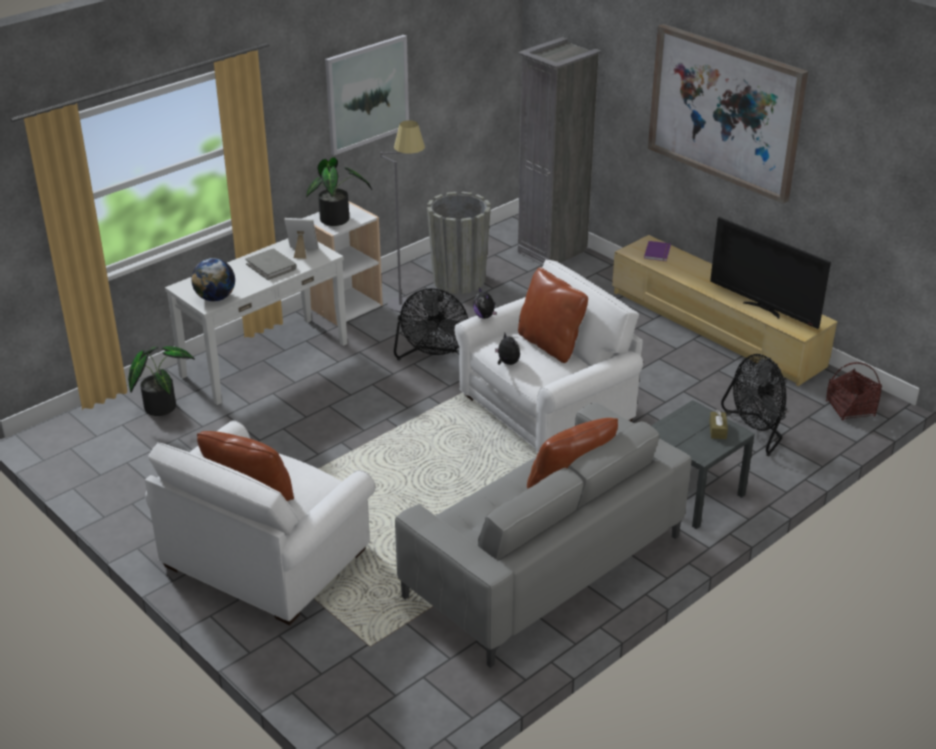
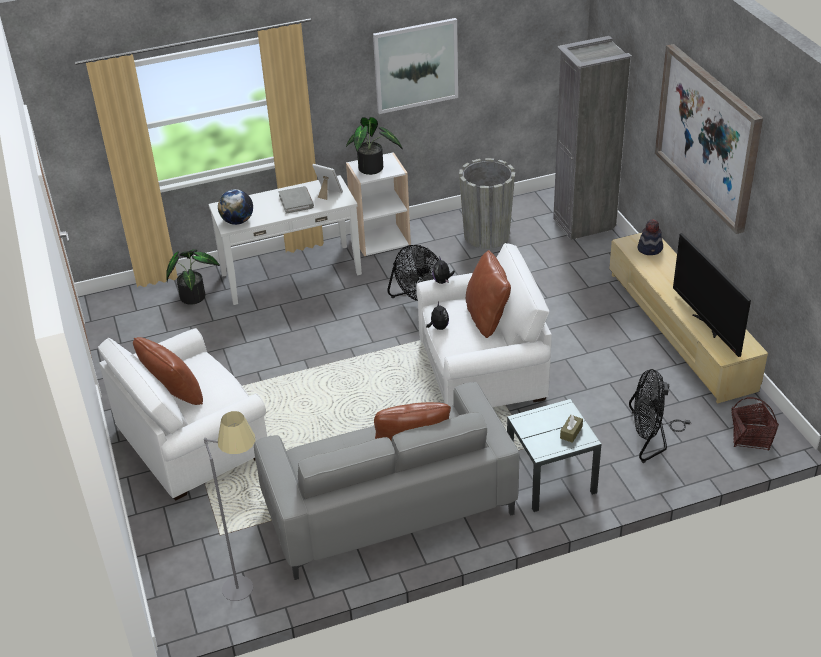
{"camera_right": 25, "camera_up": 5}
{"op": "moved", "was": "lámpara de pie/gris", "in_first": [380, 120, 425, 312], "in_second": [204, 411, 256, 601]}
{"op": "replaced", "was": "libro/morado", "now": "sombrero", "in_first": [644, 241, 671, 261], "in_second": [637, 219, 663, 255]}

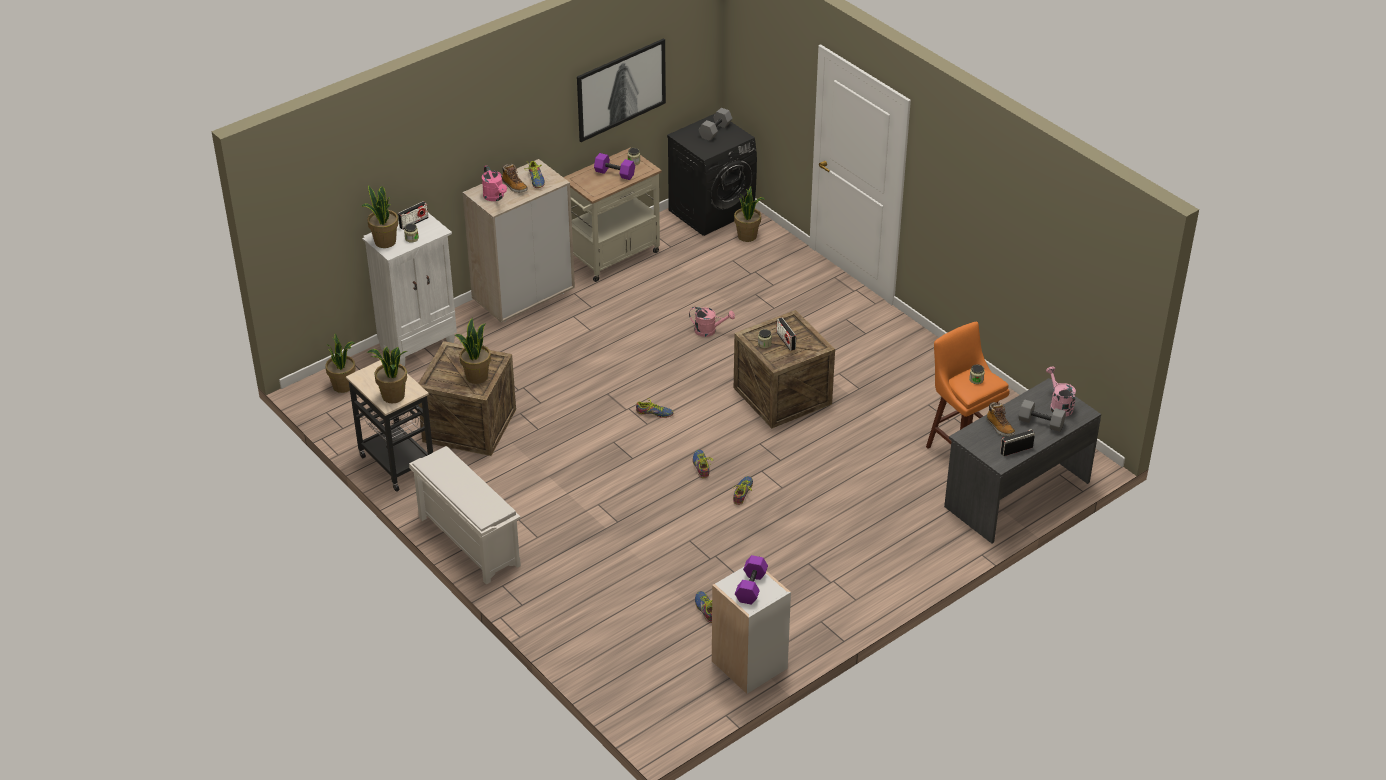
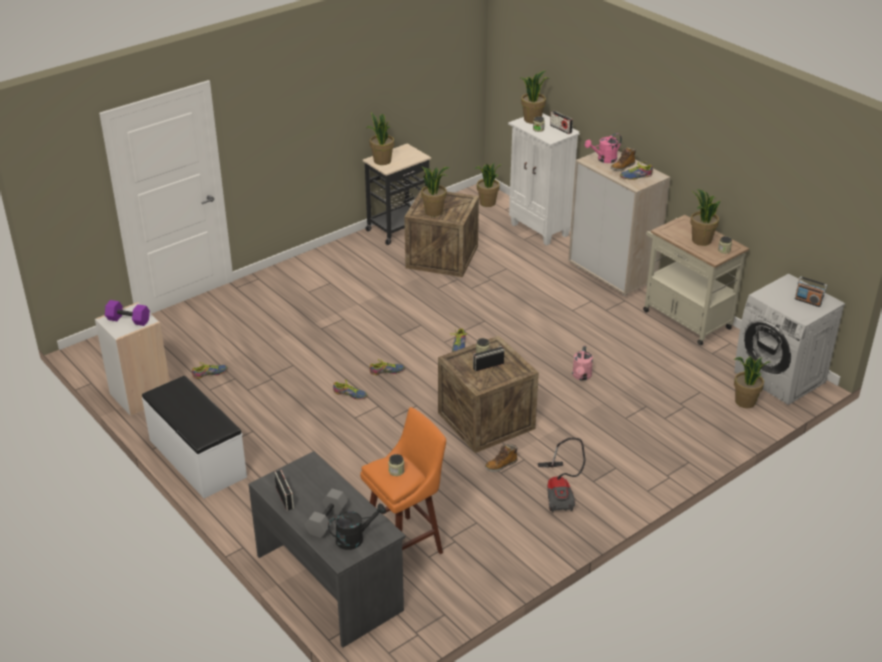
{"camera_right": 90, "camera_up": -5}
{"op": "removed", "was": "zapatero/blanco", "in_first": [409, 446, 521, 585]}
{"op": "removed", "was": "cuadro", "in_first": [577, 38, 666, 142]}
{"op": "added", "now": "banco/blanco", "in_second": [142, 376, 247, 498]}
{"op": "added", "now": "aspiradora", "in_second": [538, 438, 585, 513]}
{"op": "moved", "was": "bota", "in_first": [986, 402, 1015, 436], "in_second": [485, 444, 518, 472]}
{"op": "replaced", "was": "mancuerna/morado", "now": "planta en maceta", "in_first": [594, 153, 635, 180], "in_second": [690, 189, 720, 246]}
{"op": "replaced", "was": "mancuerna/gris", "now": "radio", "in_first": [698, 108, 733, 141], "in_second": [795, 276, 827, 307]}
{"op": "recoloured", "was": "lavadora/negro", "now": "lavadora/blanco", "in_first": [667, 114, 757, 236], "in_second": [734, 273, 845, 405]}
{"op": "recoloured", "was": "regadera/rosa", "now": "regadera/negro", "in_first": [1046, 367, 1076, 417], "in_second": [328, 504, 386, 550]}

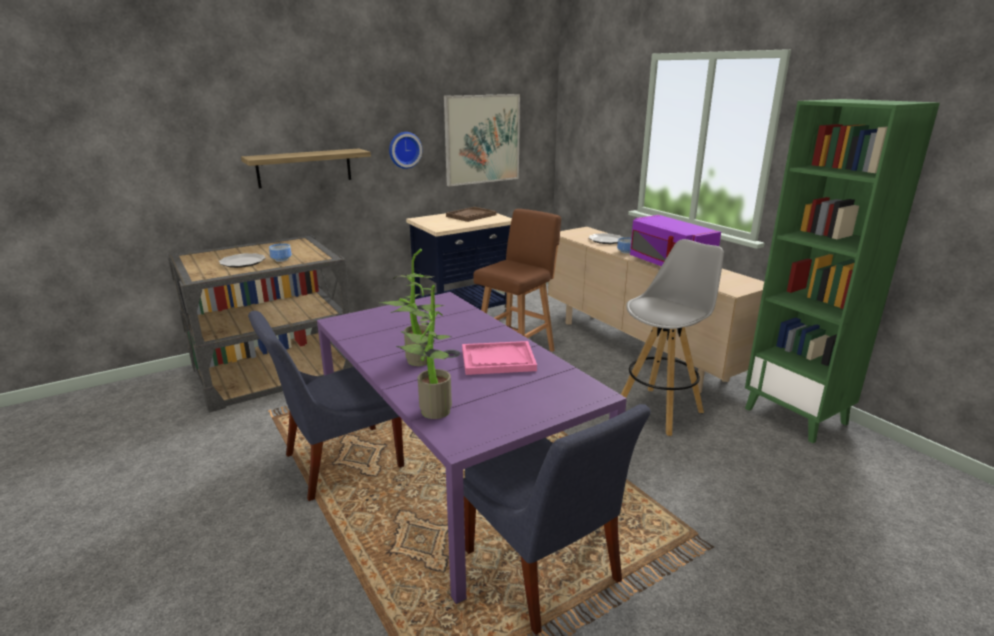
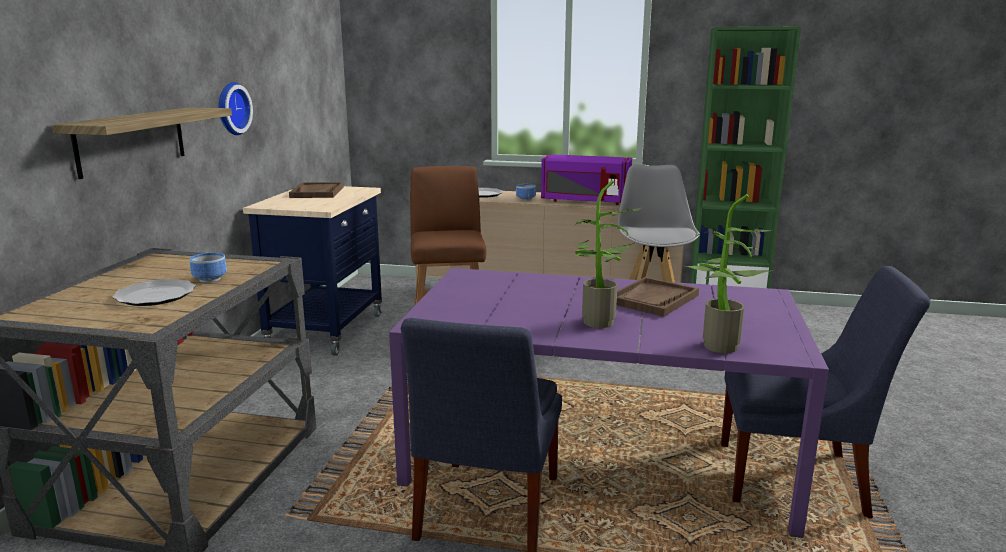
{"camera_right": -45, "camera_up": -5}
{"op": "removed", "was": "cuadro", "in_first": [444, 94, 520, 186]}
{"op": "recoloured", "was": "bandeja/rosa", "now": "bandeja/marrón", "in_first": [462, 341, 537, 375], "in_second": [617, 277, 699, 317]}

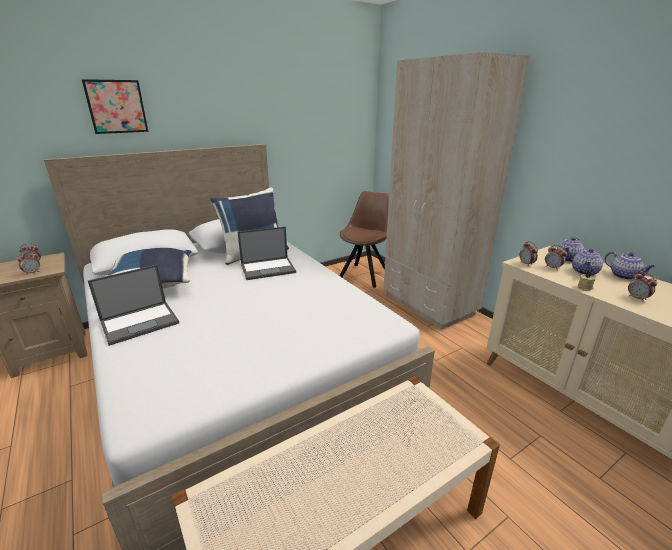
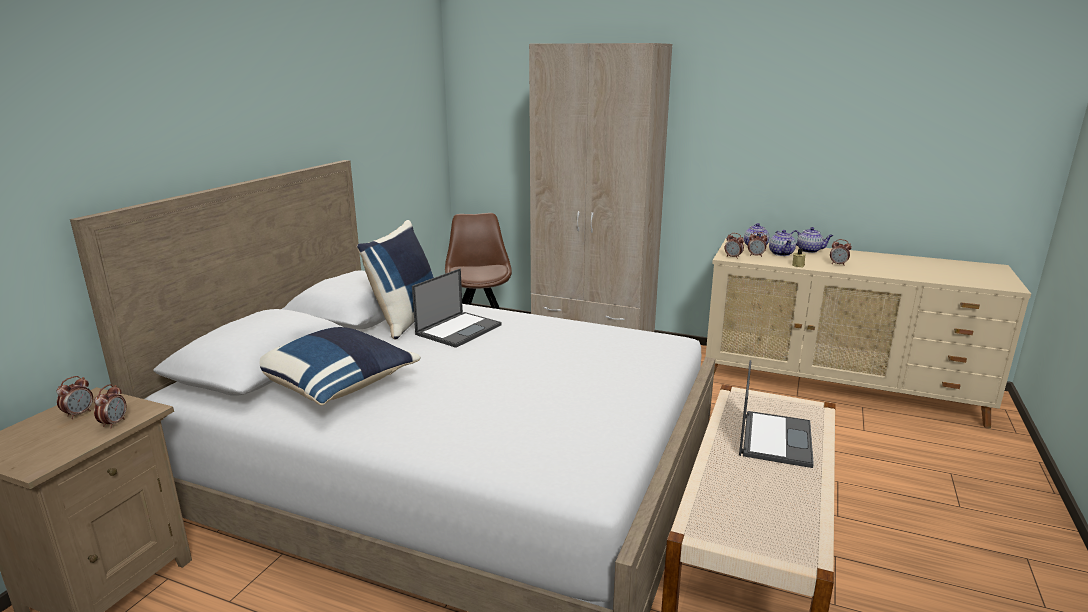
{"camera_right": -35, "camera_up": -5}
{"op": "removed", "was": "cuadro", "in_first": [82, 79, 148, 134]}
{"op": "moved", "was": "portátil", "in_first": [88, 265, 179, 346], "in_second": [739, 360, 814, 468]}

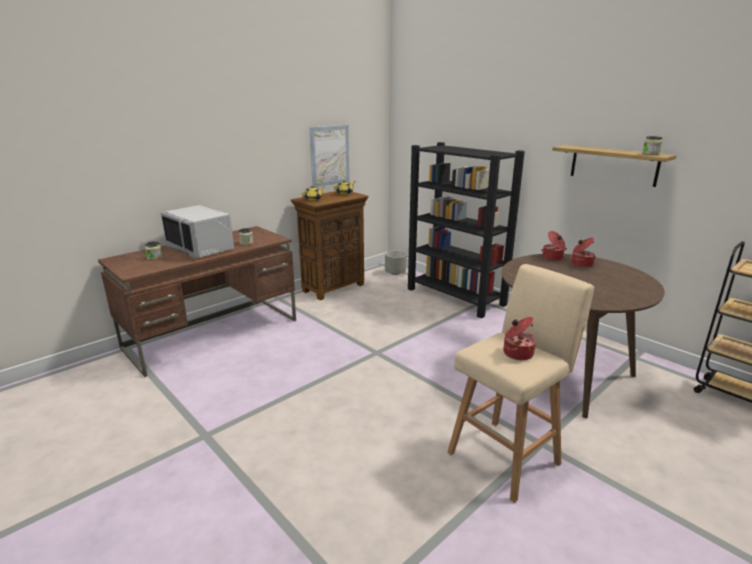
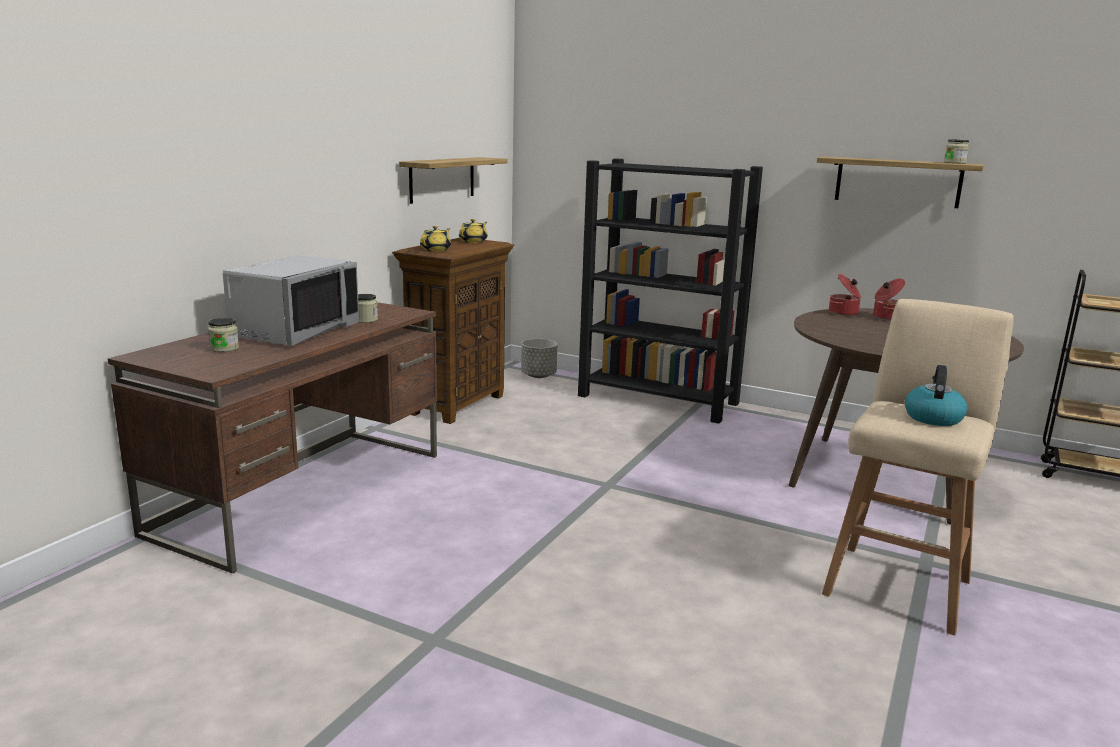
{"camera_right": -20, "camera_up": -5}
{"op": "replaced", "was": "cuadro", "now": "estante", "in_first": [309, 125, 350, 187], "in_second": [399, 157, 508, 204]}
{"op": "replaced", "was": "olla", "now": "hervidor", "in_first": [503, 317, 536, 360], "in_second": [905, 365, 967, 426]}
{"op": "turned", "was": "microondas/gris", "in_first": [161, 205, 234, 259], "in_second": [223, 255, 359, 346], "clockwise": -90}

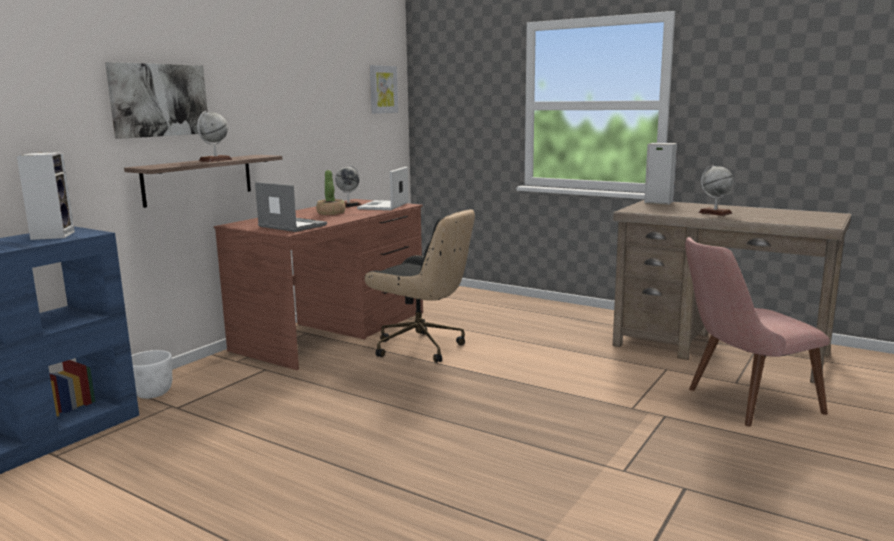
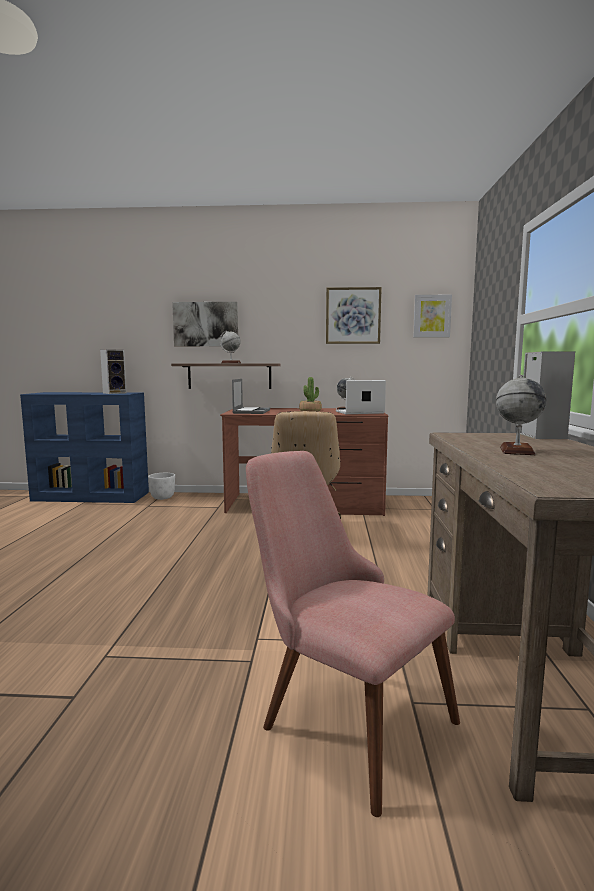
{"camera_right": 60, "camera_up": -5}
{"op": "added", "now": "cuadro", "in_second": [326, 287, 382, 344]}

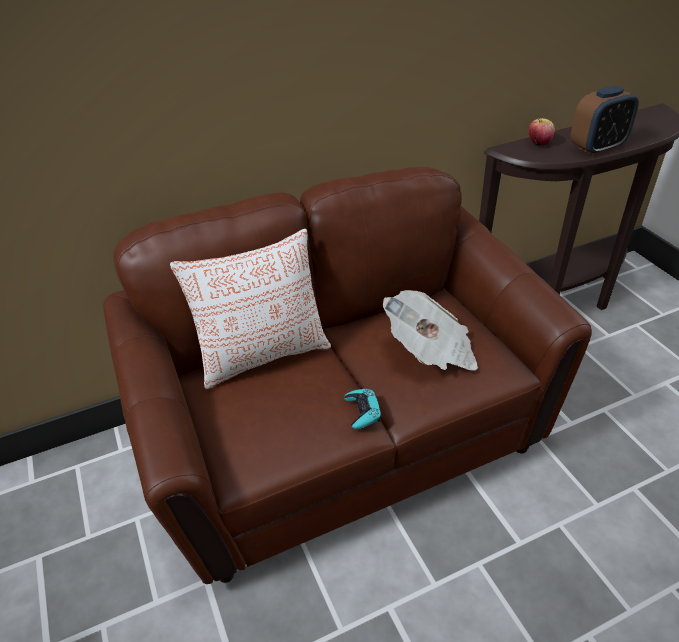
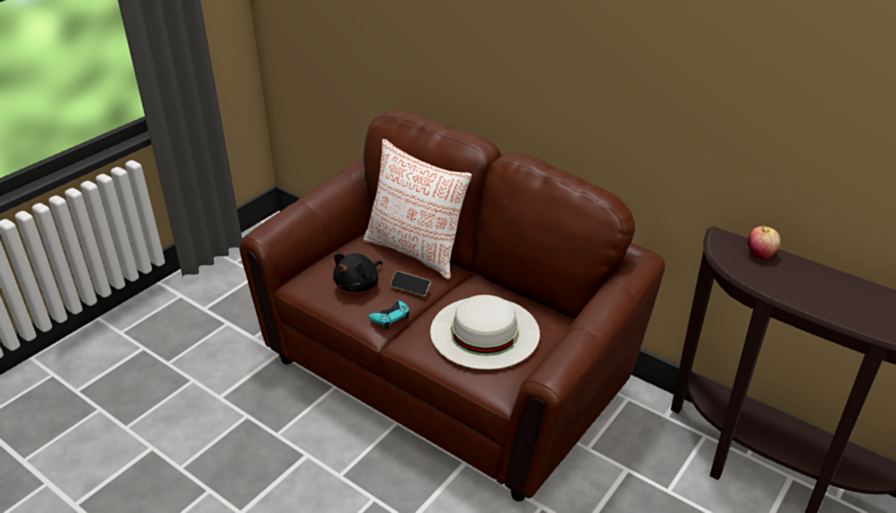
{"camera_right": 60, "camera_up": -5}
{"op": "removed", "was": "despertador", "in_first": [571, 86, 639, 156]}
{"op": "added", "now": "peluche/negro", "in_second": [333, 253, 383, 292]}
{"op": "added", "now": "móvil", "in_second": [390, 271, 431, 296]}
{"op": "replaced", "was": "periódico", "now": "sombrero/blanco", "in_first": [383, 290, 478, 371], "in_second": [430, 295, 540, 370]}

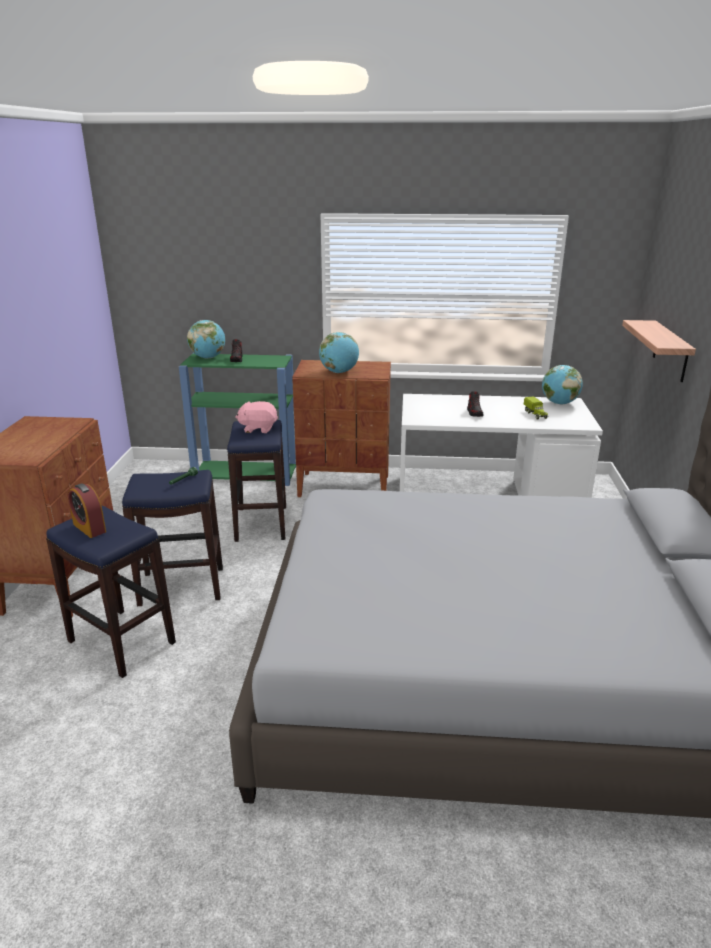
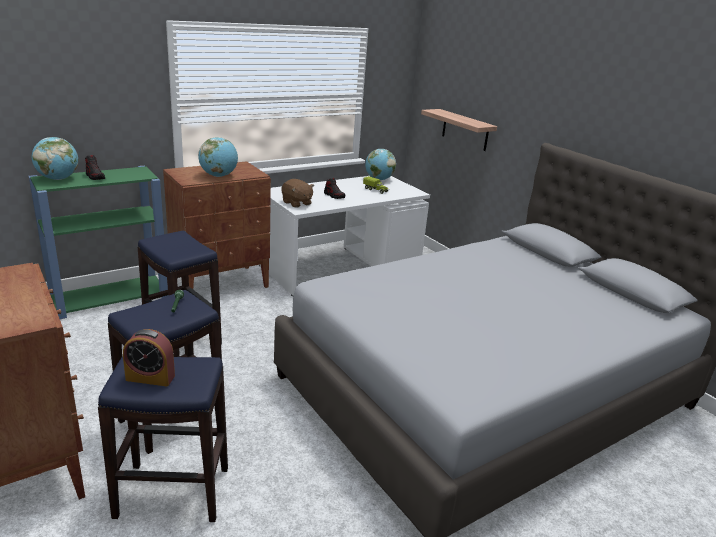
{"camera_right": -40, "camera_up": 0}
{"op": "removed", "was": "peluche/rosa", "in_first": [235, 401, 278, 433]}
{"op": "added", "now": "peluche/marrón", "in_second": [281, 179, 314, 208]}

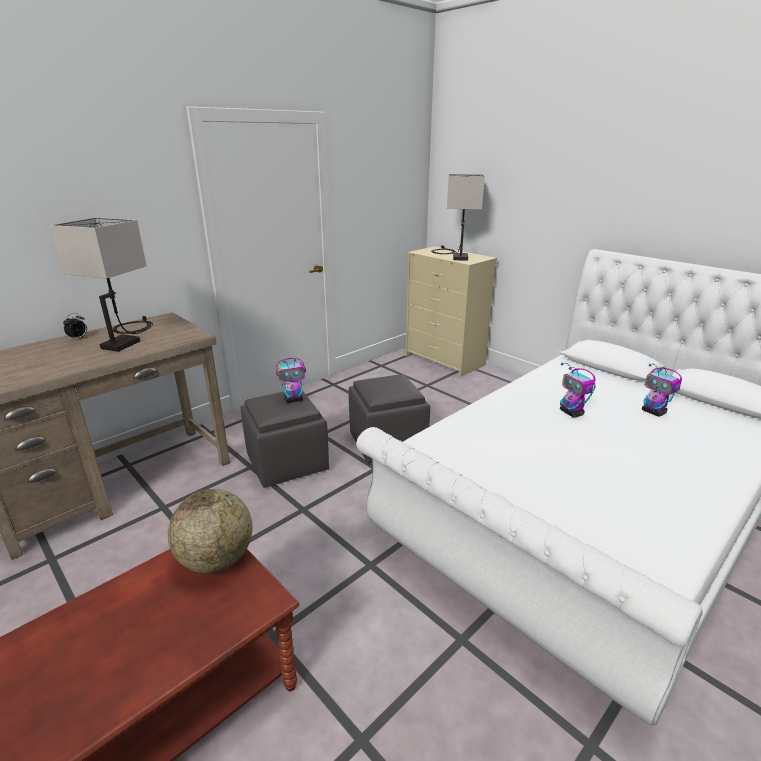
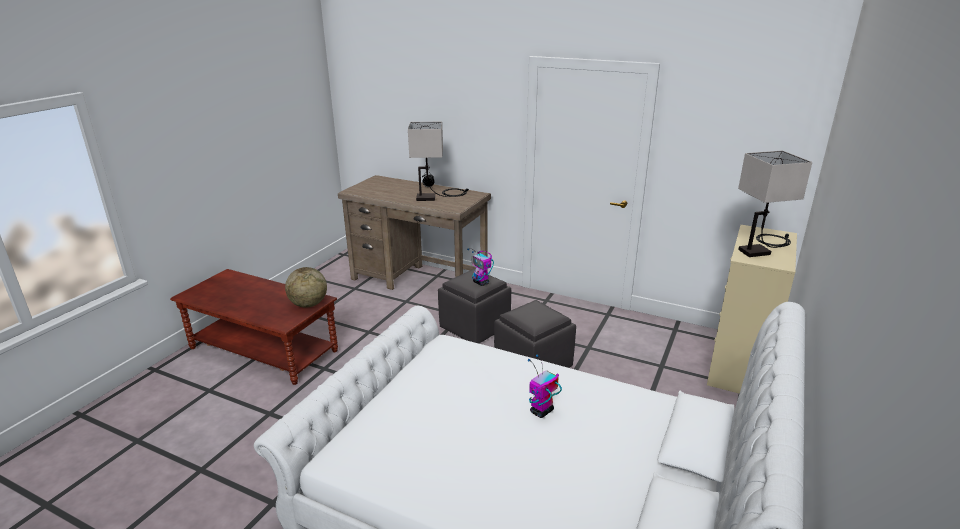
{"camera_right": 70, "camera_up": 0}
{"op": "removed", "was": "robot de juguete", "in_first": [642, 364, 682, 417]}

